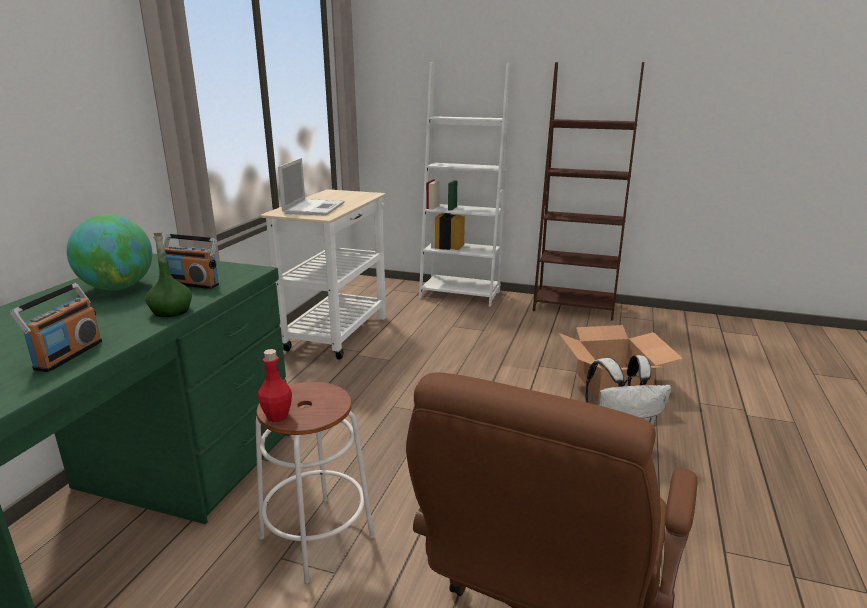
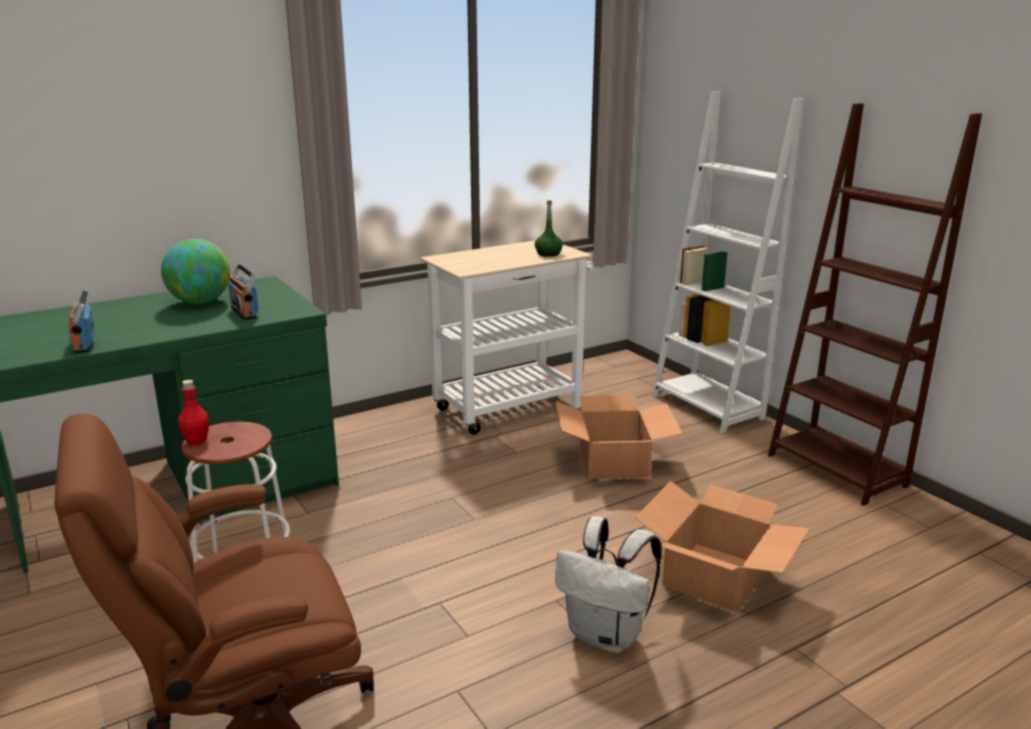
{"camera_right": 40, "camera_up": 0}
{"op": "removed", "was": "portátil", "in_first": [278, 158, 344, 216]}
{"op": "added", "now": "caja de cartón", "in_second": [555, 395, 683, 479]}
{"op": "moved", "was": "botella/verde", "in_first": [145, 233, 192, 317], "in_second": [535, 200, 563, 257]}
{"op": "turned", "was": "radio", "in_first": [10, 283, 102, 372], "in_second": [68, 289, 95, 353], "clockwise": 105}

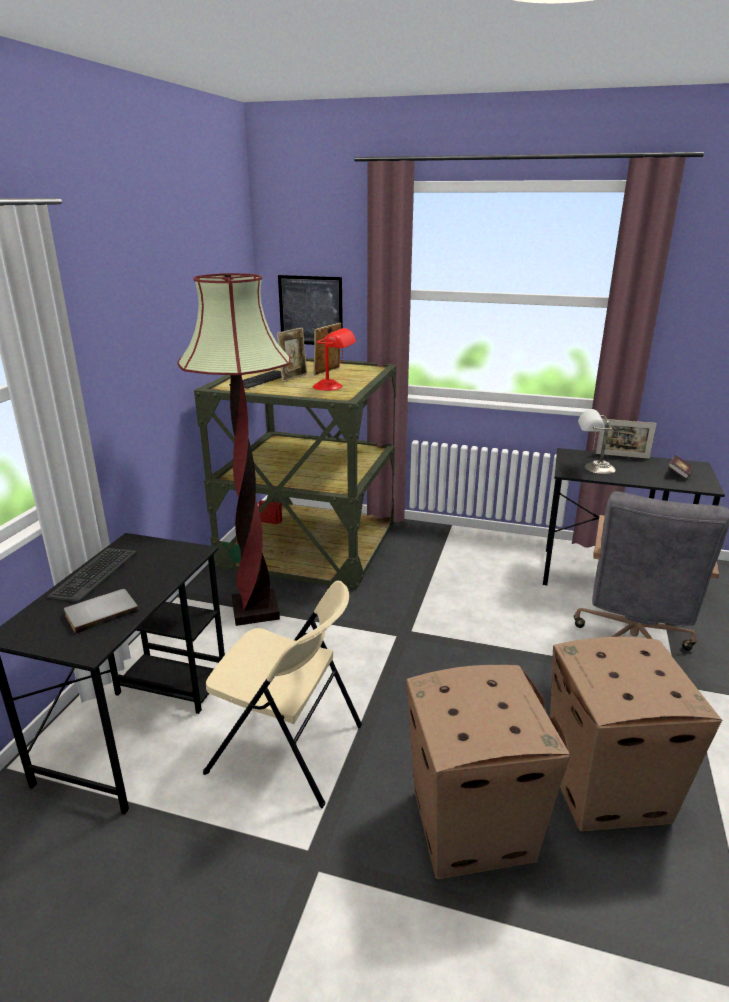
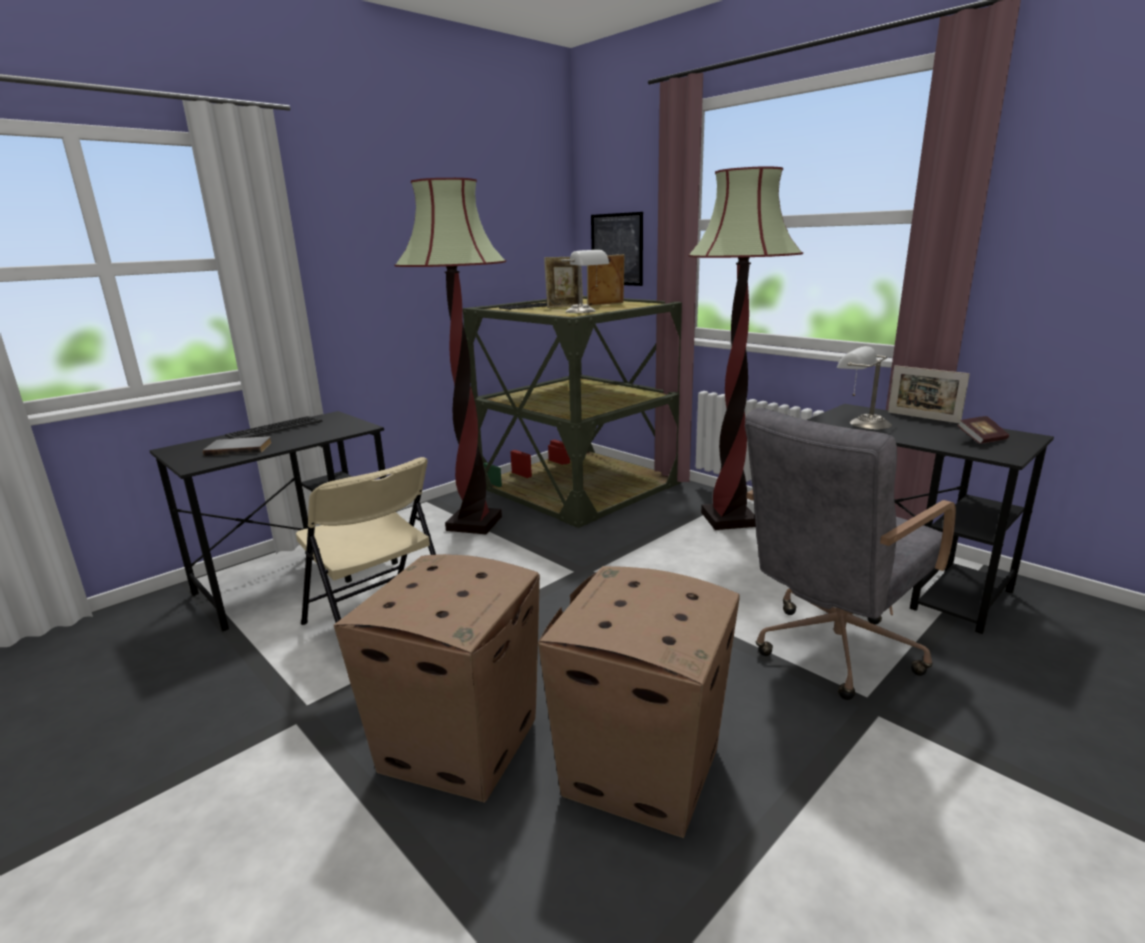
{"camera_right": 30, "camera_up": -5}
{"op": "added", "now": "lámpara de pie", "in_second": [688, 166, 803, 530]}
{"op": "recoloured", "was": "lámpara de mesa/rojo", "now": "lámpara de mesa/blanco", "in_first": [313, 328, 356, 391], "in_second": [562, 250, 609, 313]}

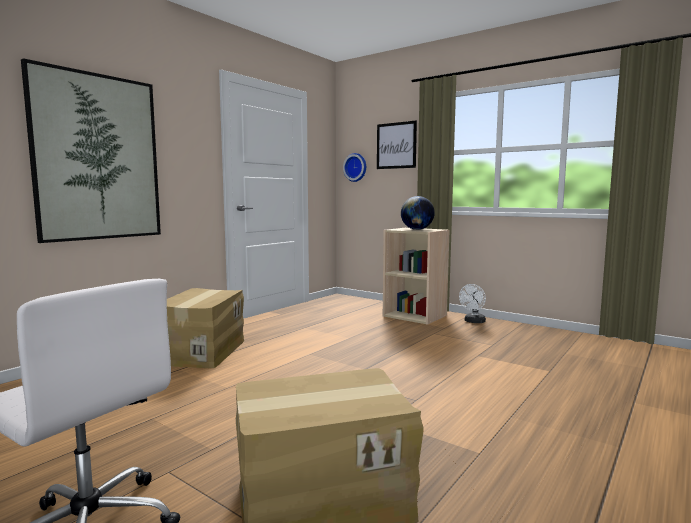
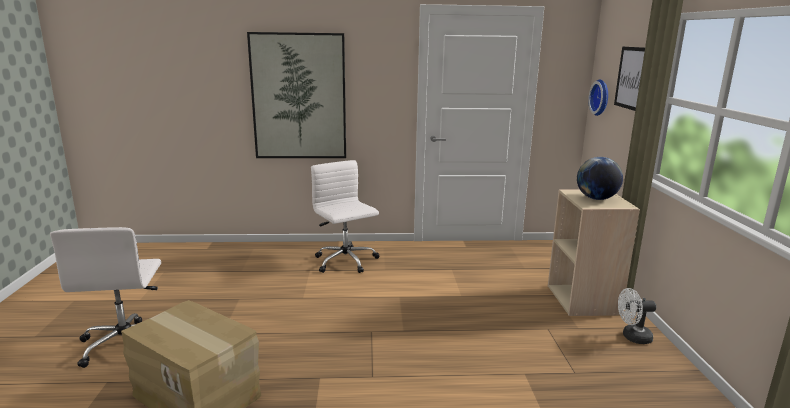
{"camera_right": 50, "camera_up": 10}
{"op": "replaced", "was": "caja de cartón", "now": "silla de oficina/blanco", "in_first": [167, 288, 244, 368], "in_second": [311, 160, 380, 273]}

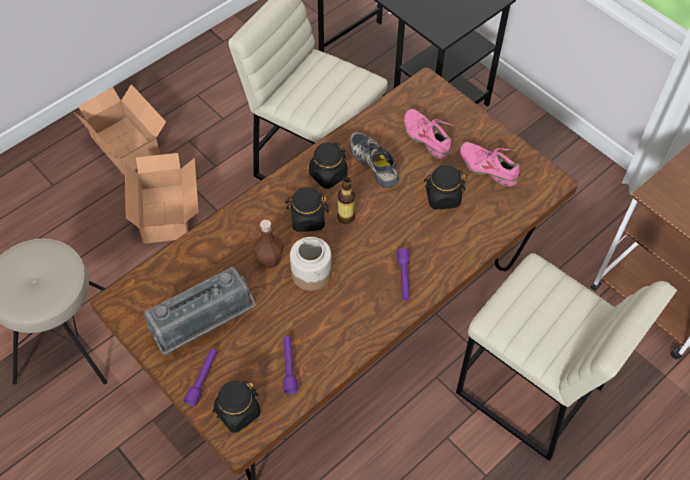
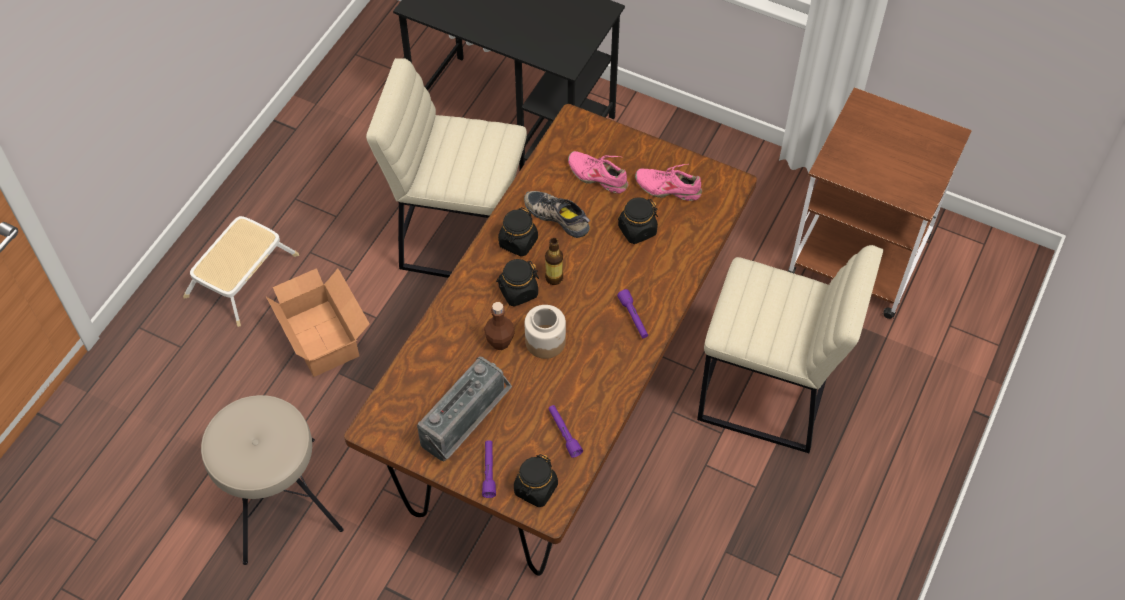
{"camera_right": -20, "camera_up": 0}
{"op": "replaced", "was": "caja de cartón", "now": "escalera de tijera/beis", "in_first": [75, 84, 166, 176], "in_second": [183, 216, 299, 327]}

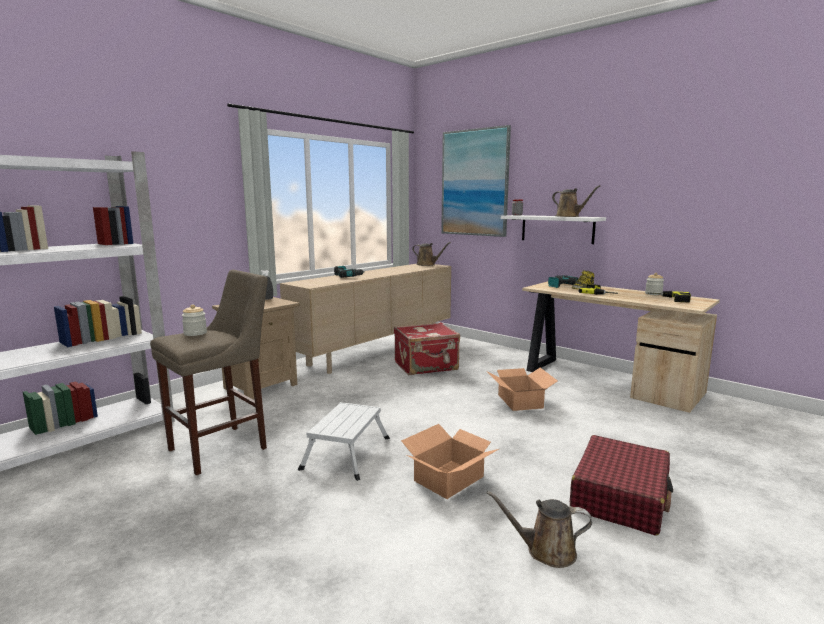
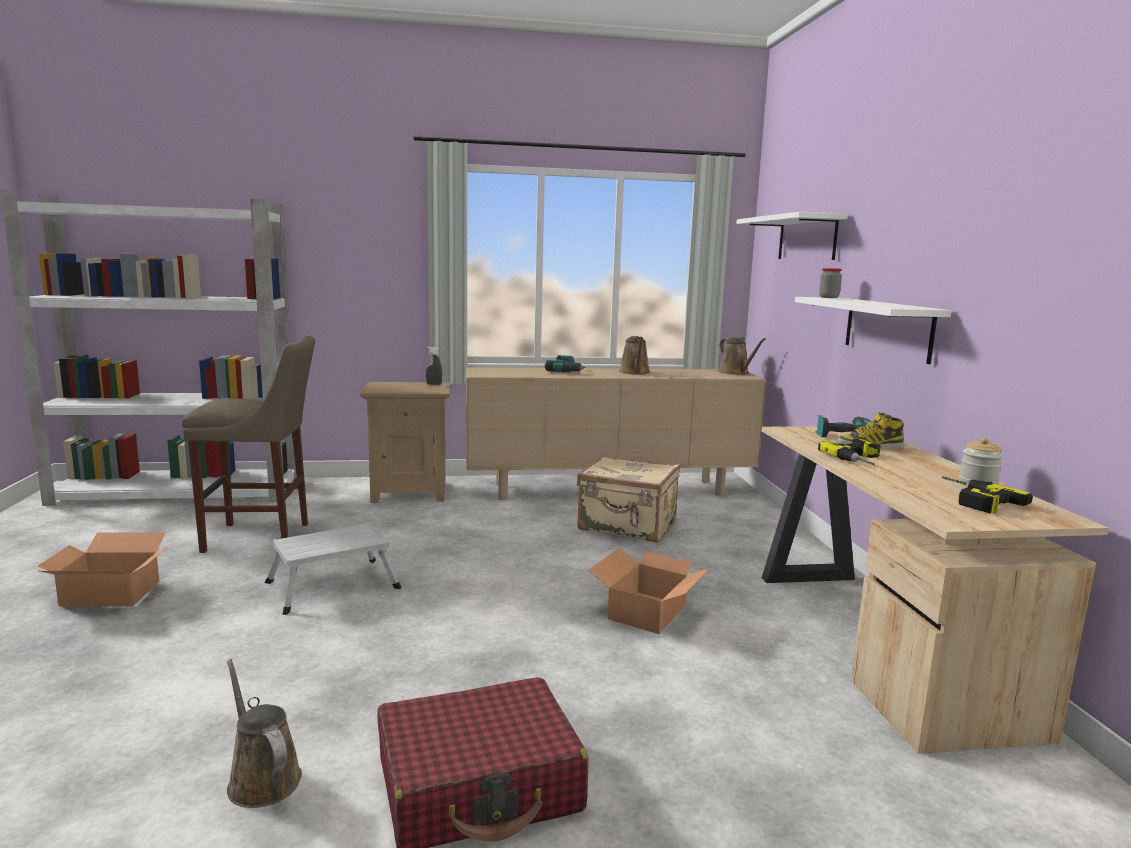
{"camera_right": 40, "camera_up": 0}
{"op": "removed", "was": "tarro", "in_first": [182, 304, 207, 336]}
{"op": "moved", "was": "caja de cartón", "in_first": [401, 424, 499, 499], "in_second": [38, 532, 170, 607]}
{"op": "moved", "was": "regadera/marrón", "in_first": [552, 185, 600, 217], "in_second": [619, 336, 650, 375]}
{"op": "replaced", "was": "cuadro", "now": "estante/blanco", "in_first": [441, 125, 511, 237], "in_second": [736, 212, 848, 260]}
{"op": "recoloured", "was": "maleta/rojo", "now": "maleta/beis", "in_first": [394, 322, 460, 375], "in_second": [577, 455, 680, 543]}

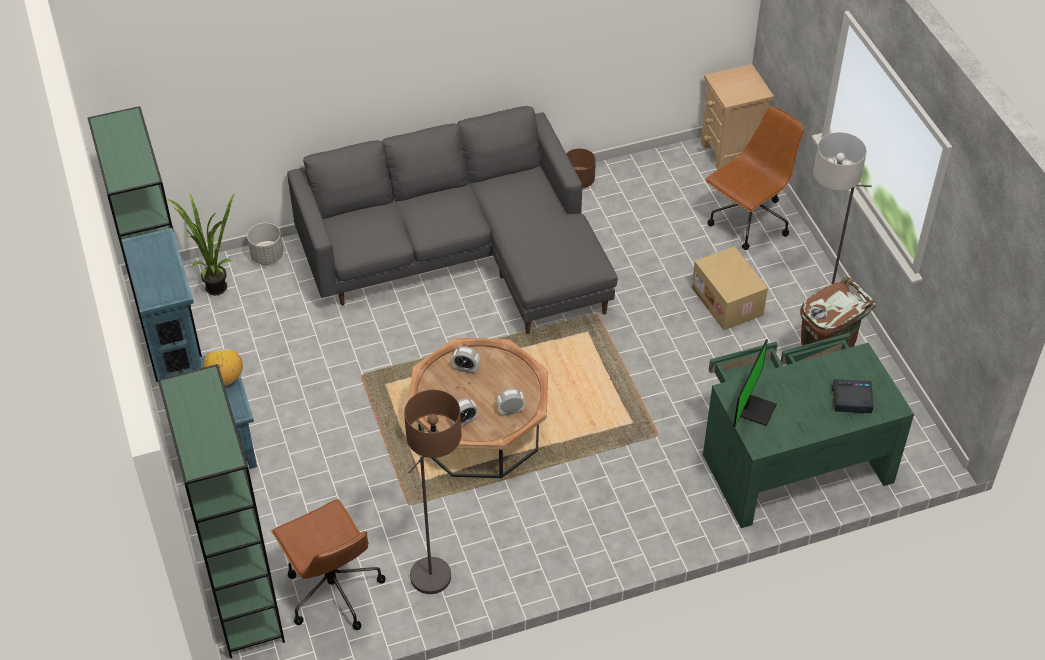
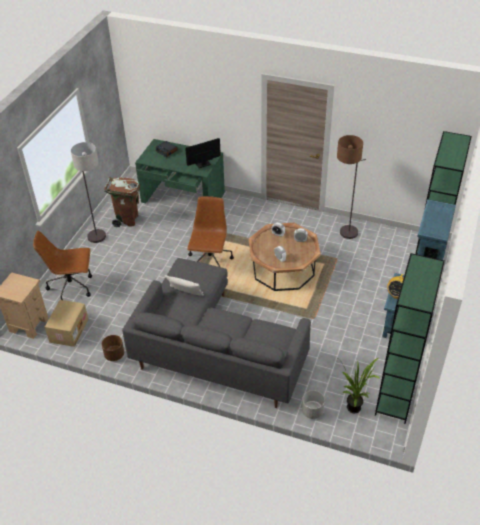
{"camera_right": -140, "camera_up": -5}
{"op": "added", "now": "cojín/blanco", "in_second": [165, 275, 204, 296]}
{"op": "moved", "was": "silla de oficina/marrón", "in_first": [272, 499, 385, 630], "in_second": [187, 196, 234, 267]}
{"op": "moved", "was": "caja de cartón", "in_first": [692, 246, 768, 330], "in_second": [45, 300, 89, 347]}

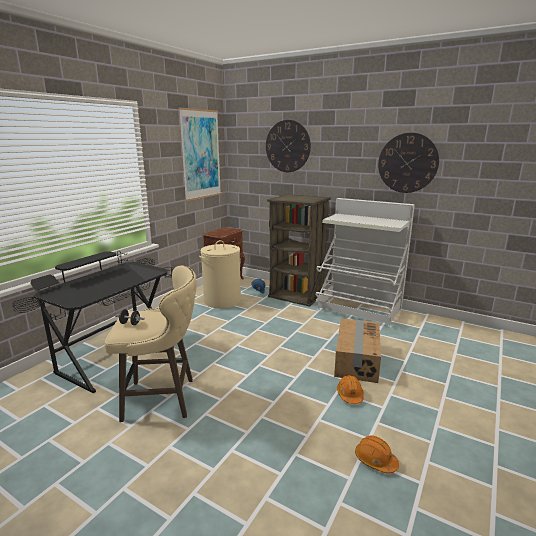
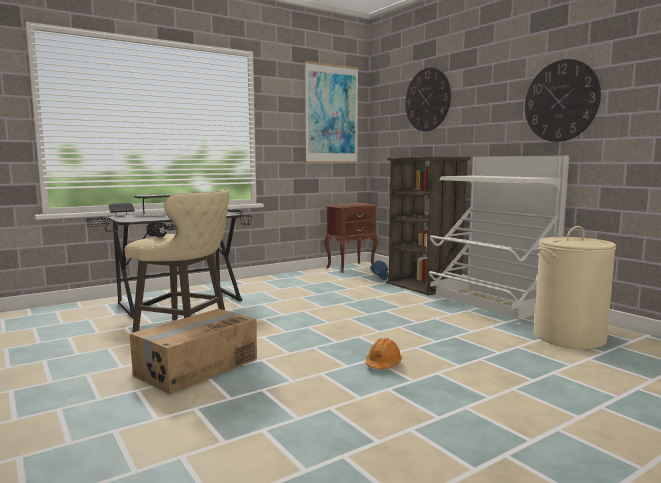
{"camera_right": 25, "camera_up": -10}
{"op": "removed", "was": "casco/naranja", "in_first": [355, 436, 399, 473]}
{"op": "moved", "was": "cesto de la ropa/beis", "in_first": [199, 240, 241, 308], "in_second": [534, 226, 616, 349]}
{"op": "moved", "was": "caja de cartón", "in_first": [334, 319, 381, 383], "in_second": [130, 309, 257, 395]}

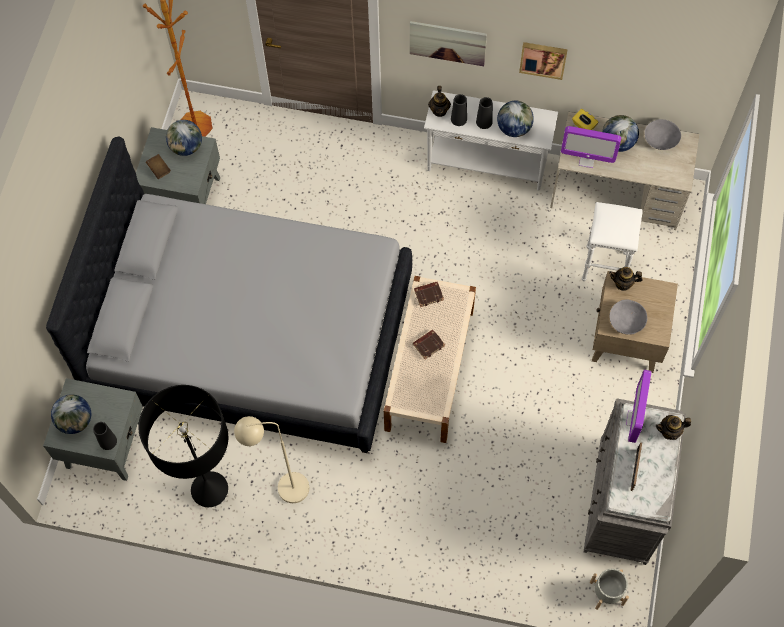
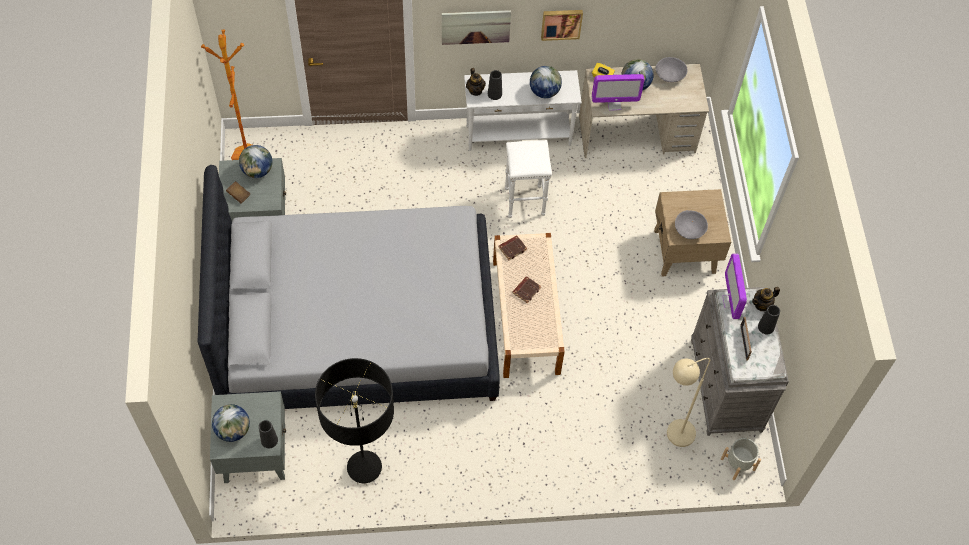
{"camera_right": -20, "camera_up": -5}
{"op": "removed", "was": "tetera", "in_first": [609, 267, 643, 291]}
{"op": "moved", "was": "lámpara de pie/beis", "in_first": [234, 416, 309, 503], "in_second": [667, 358, 710, 447]}
{"op": "moved", "was": "florero/negro", "in_first": [476, 97, 493, 129], "in_second": [758, 305, 780, 335]}
{"op": "moved", "was": "taburete/blanco", "in_first": [582, 202, 643, 281], "in_second": [505, 140, 552, 218]}

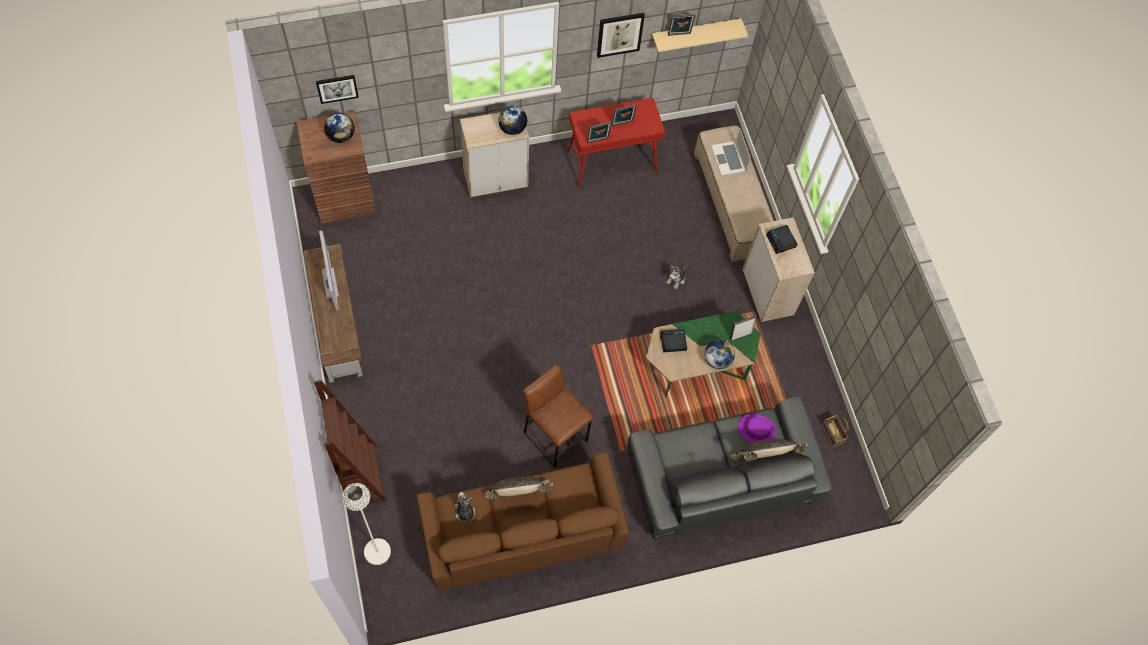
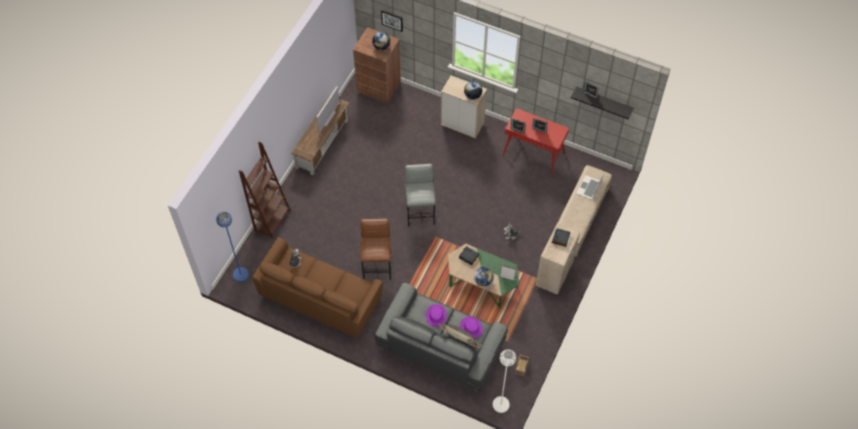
{"camera_right": 45, "camera_up": -5}
{"op": "removed", "was": "cojín", "in_first": [483, 476, 553, 500]}
{"op": "removed", "was": "cuadro", "in_first": [597, 13, 645, 58]}
{"op": "added", "now": "lámpara de pie/azul", "in_second": [216, 212, 249, 282]}
{"op": "added", "now": "taburete/gris", "in_second": [405, 164, 435, 227]}
{"op": "added", "now": "sombrero/morado", "in_second": [426, 304, 447, 327]}
{"op": "moved", "was": "lámpara de pie/blanco", "in_first": [342, 483, 391, 565], "in_second": [493, 349, 516, 413]}
{"op": "recoloured", "was": "estante/beis", "now": "estante/negro", "in_first": [652, 18, 748, 52], "in_second": [571, 87, 634, 119]}

